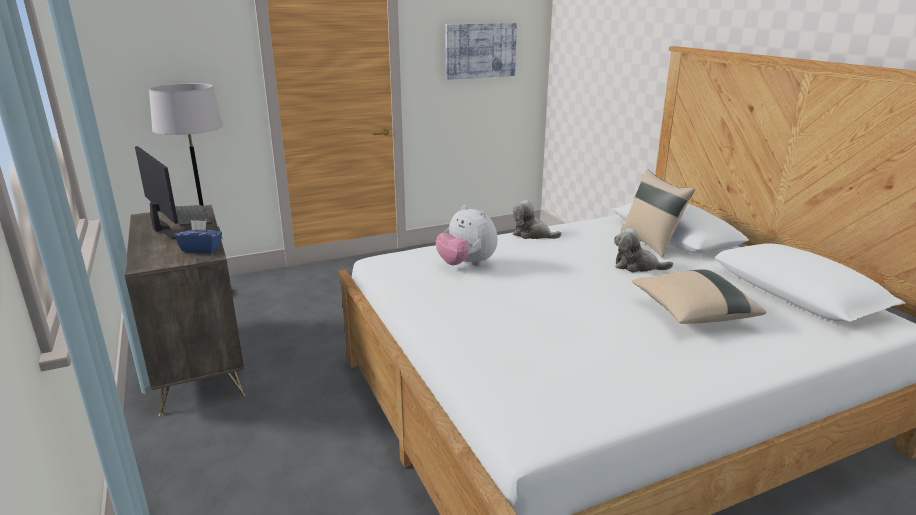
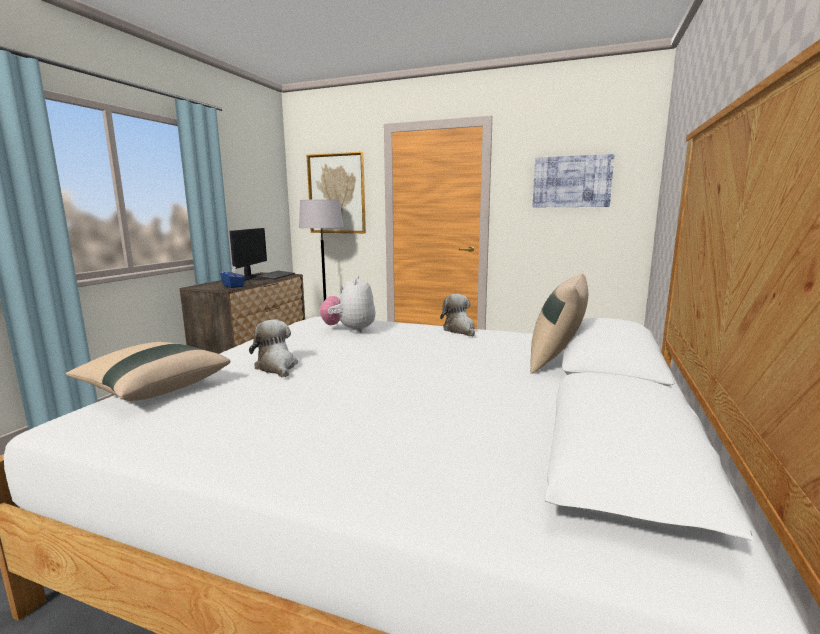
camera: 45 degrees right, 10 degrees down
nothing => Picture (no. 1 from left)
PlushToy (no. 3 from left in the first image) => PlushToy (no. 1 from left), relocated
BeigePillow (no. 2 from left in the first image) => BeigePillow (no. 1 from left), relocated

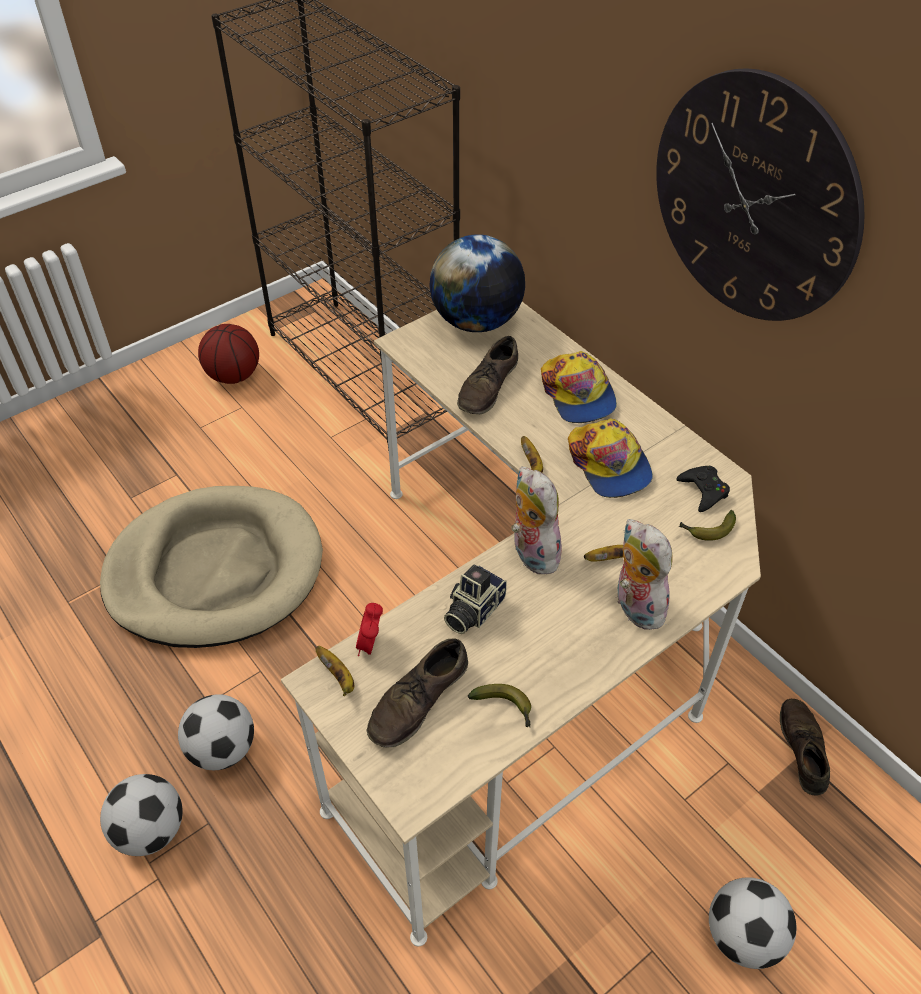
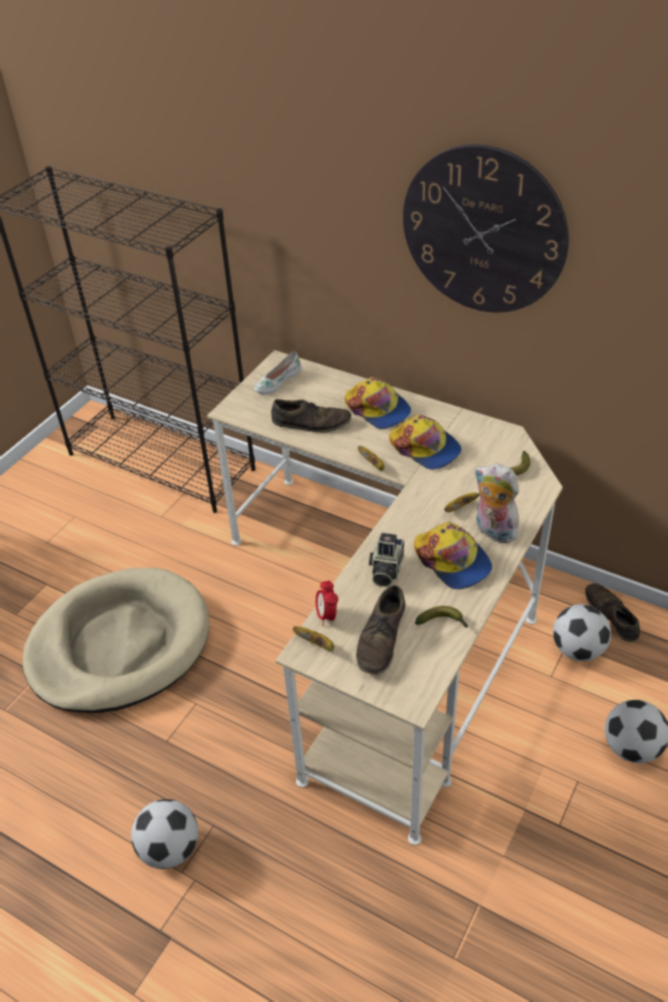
camera: 20 degrees left, 5 degrees down
Basketball => nothing
PlushToy (no. 1 from left) => nothing
BlackGameController => nothing
nothing => Cap (no. 3 from left)
Football (no. 2 from left), relocated
Globe => WhiteShoe
BrownShoe (no. 2 from left in the first image) => BrownShoe (no. 1 from left), 90 degrees counterclockwise

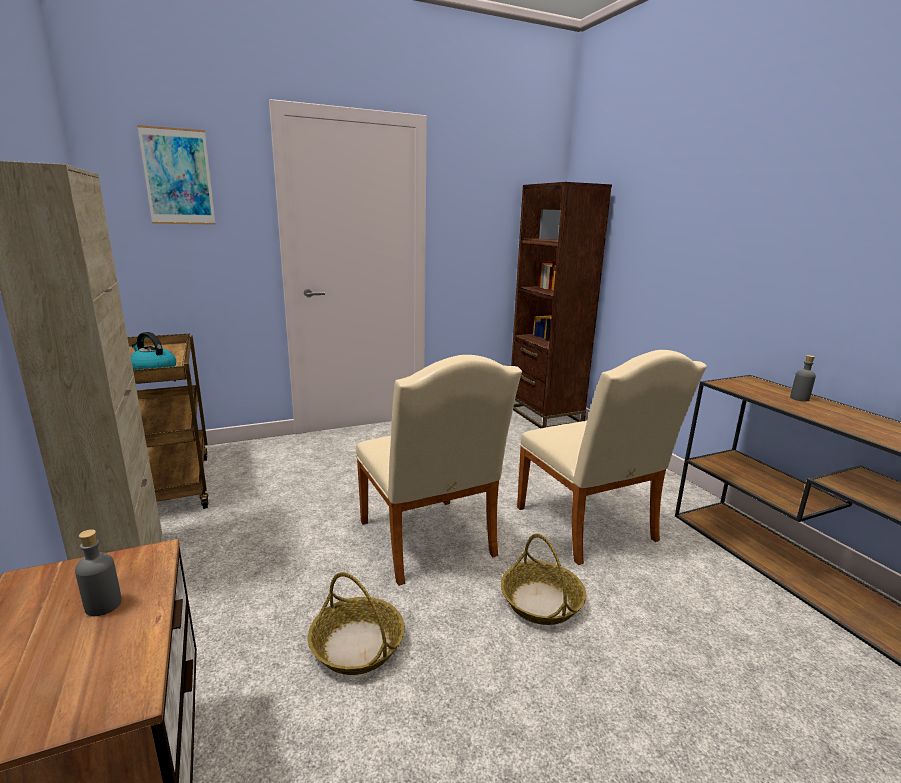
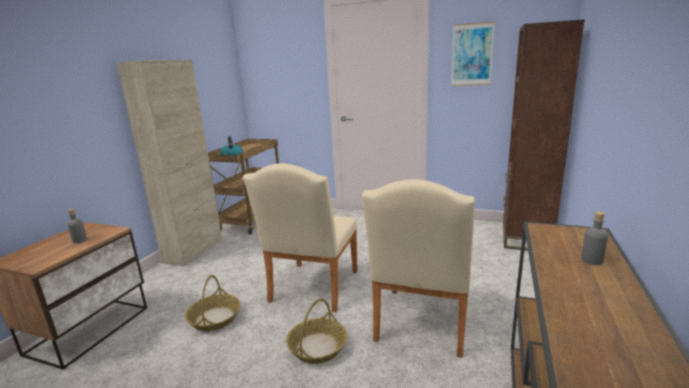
camera: 45 degrees right, 0 degrees up
Picture, relocated

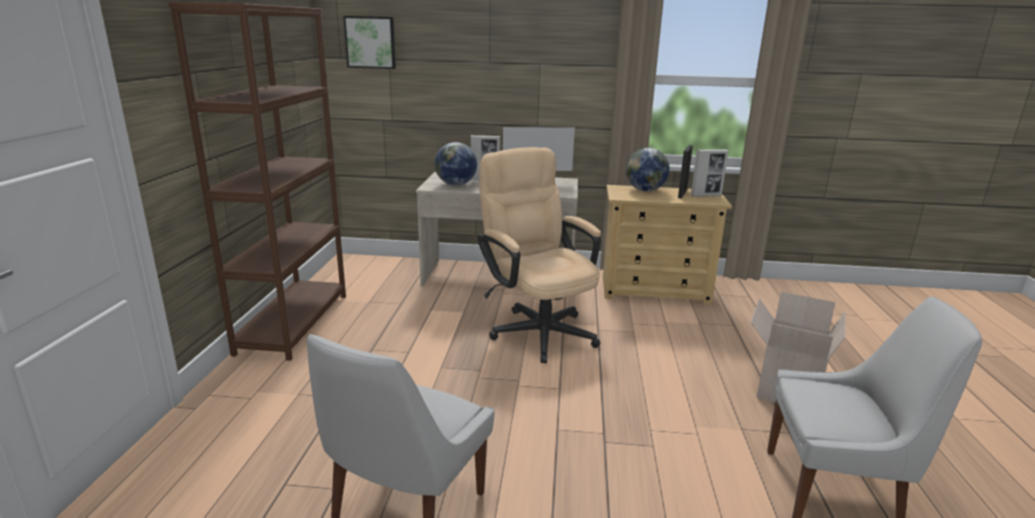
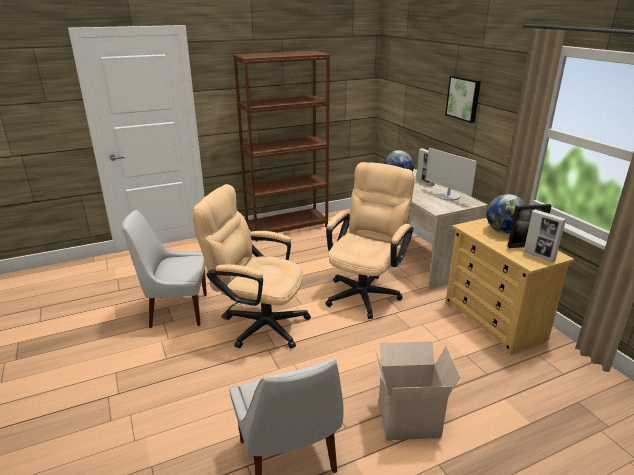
camera: 60 degrees right, 5 degrees up
nothing => BeigeOfficeChair (no. 1 from left)
Picture, relocated

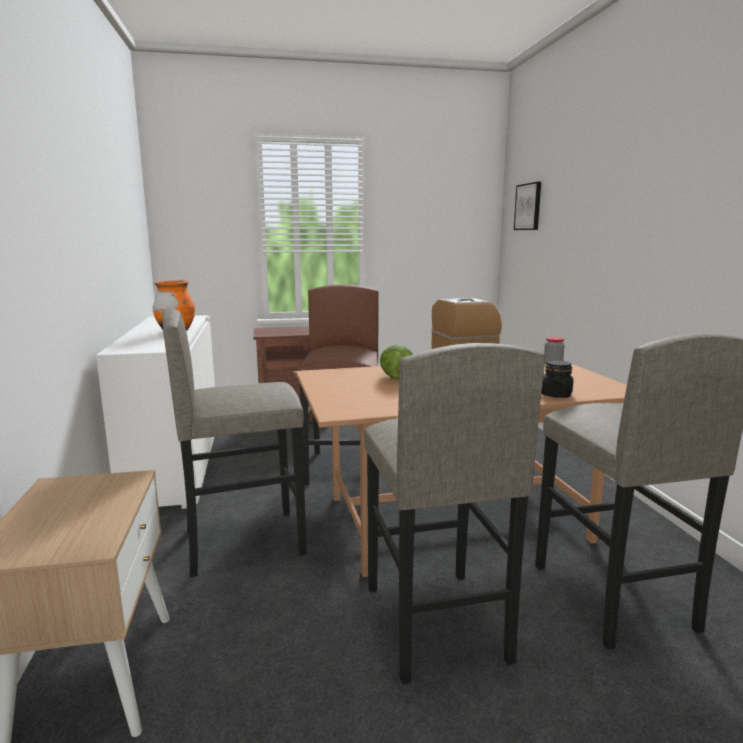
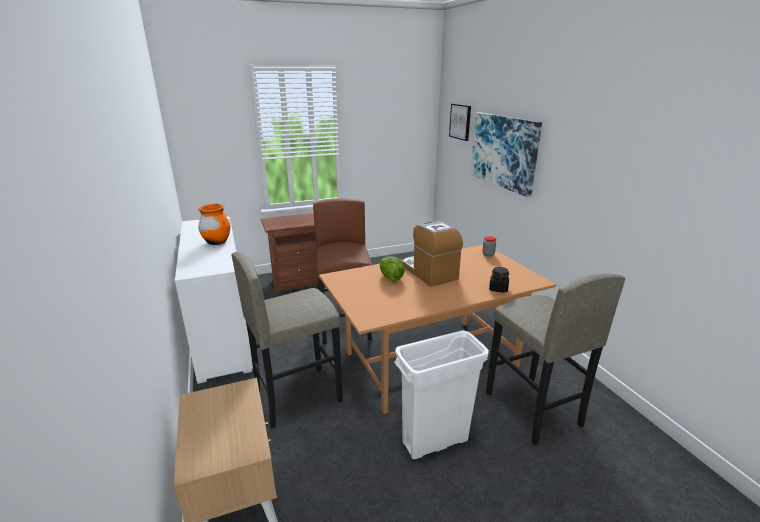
camera: 10 degrees left, 10 degrees up
nothing => Picture (no. 2 from left)
GreyStool (no. 2 from left) => WhiteTrashCan

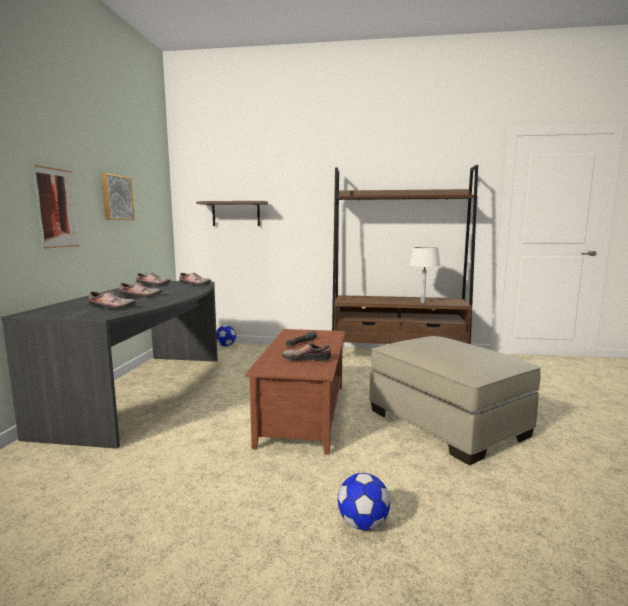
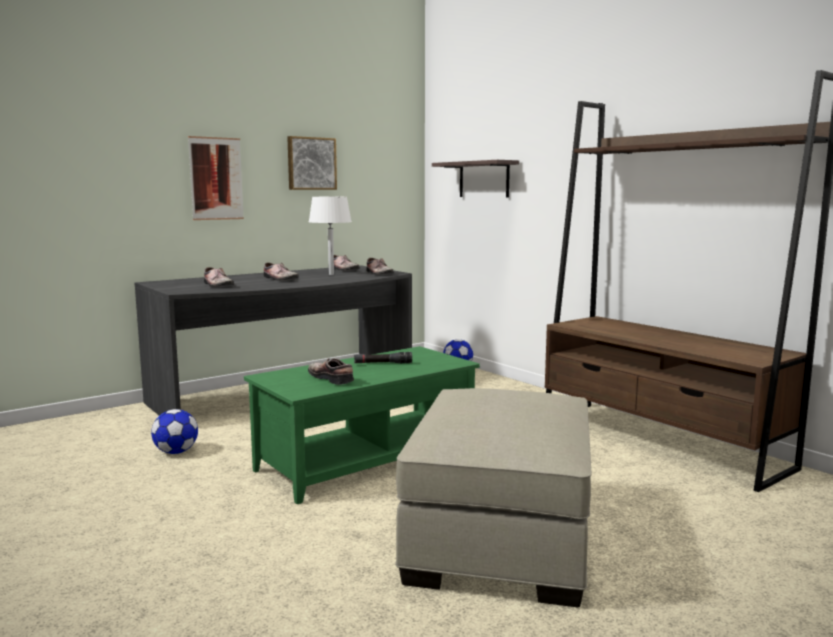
camera: 45 degrees right, 0 degrees up
Football (no. 2 from left in the first image) => Football (no. 1 from left), relocated
WhiteTableLamp, relocated
BrownCoffeeTable => GreenCoffeeTable

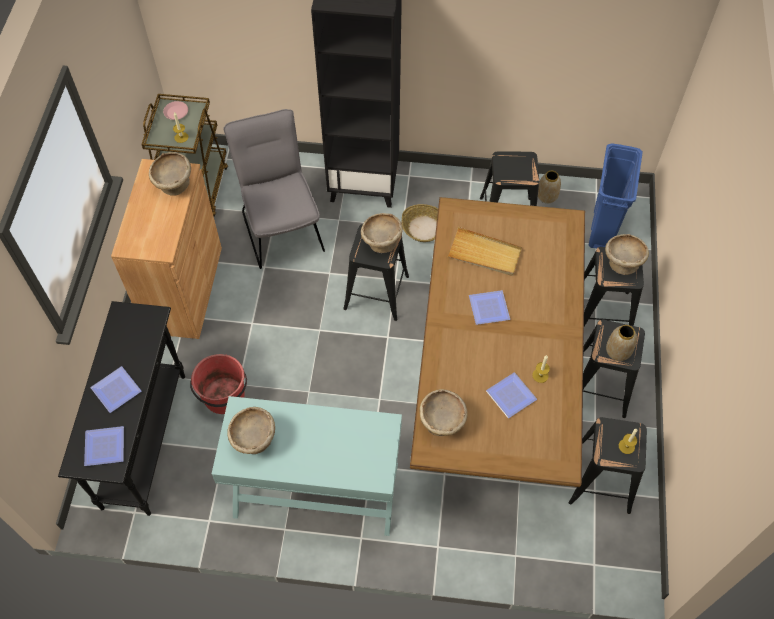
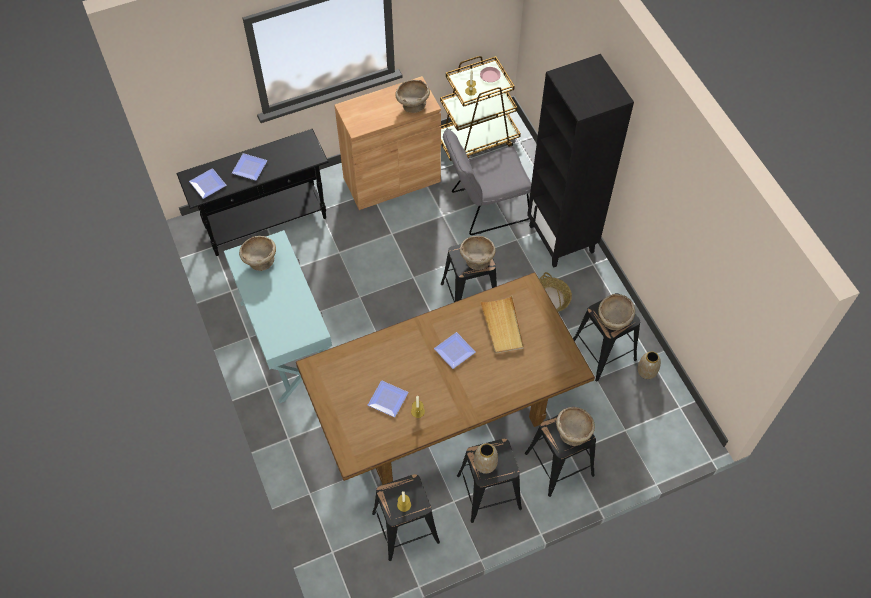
camera: 60 degrees right, 0 degrees up
RedBucket => nothing
BlueTrashCan => nothing
BeigeBowl (no. 4 from left in the first image) => BeigeBowl (no. 5 from left), relocated
GreyChair, 150 degrees counterclockwise

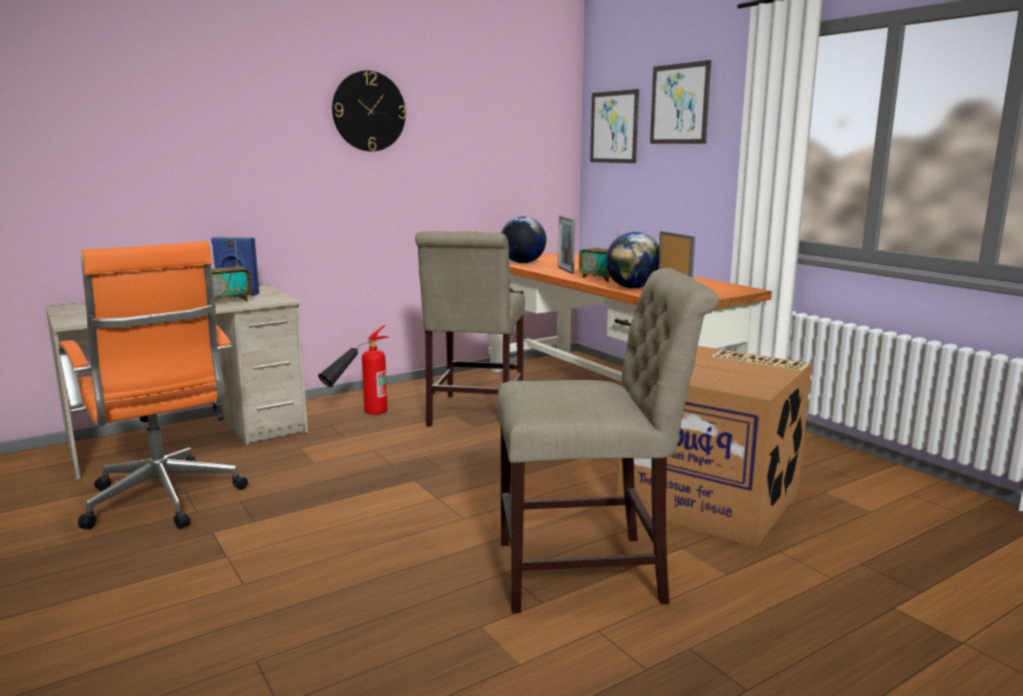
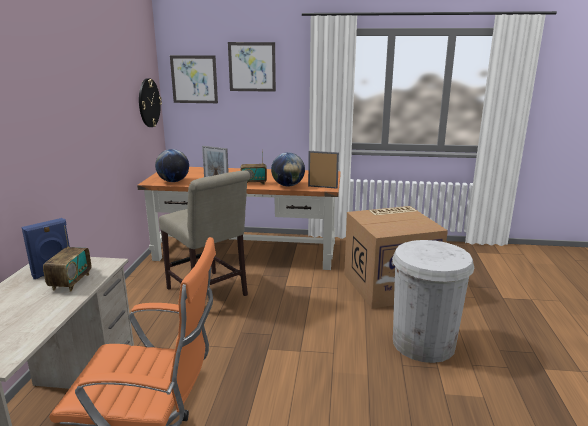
camera: 50 degrees left, 5 degrees up
FireExtinguisher => nothing
WallClock, relocated
BeigeChair (no. 2 from left) => WhiteTrashCan

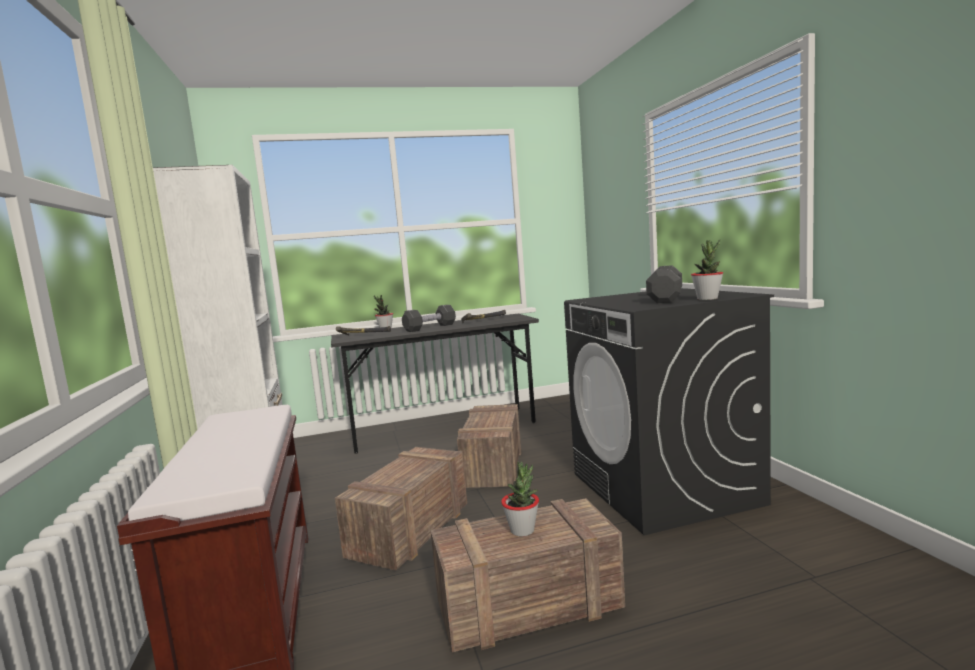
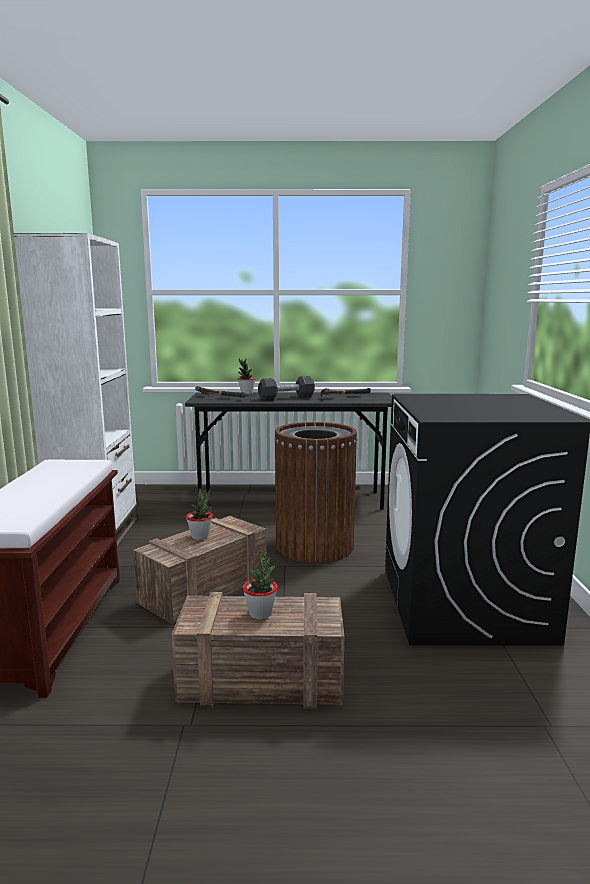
camera: 15 degrees right, 5 degrees up
BlackDumbbell (no. 2 from left) => nothing
PottedPlant (no. 3 from left in the first image) => PottedPlant (no. 1 from left), relocated
Crate (no. 2 from left) => BrownTrashCan

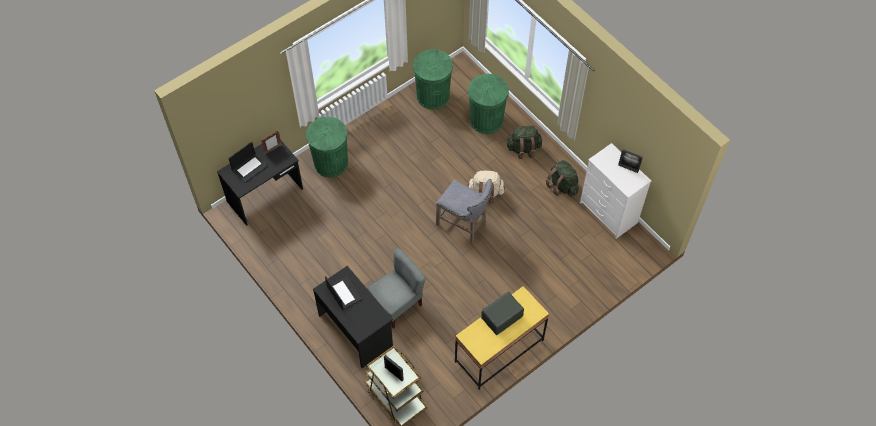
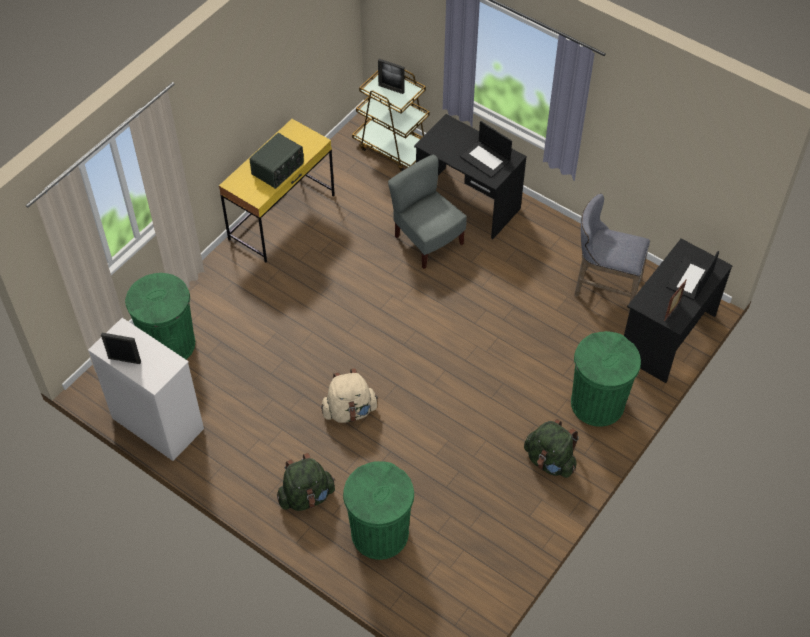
camera: 165 degrees right, 5 degrees down
GreenTrashCan (no. 2 from left in the first image) => GreenTrashCan (no. 1 from left), relocated
GreyStool, relocated
GreenBackpack (no. 2 from left), relocated
GreyChair, 105 degrees clockwise

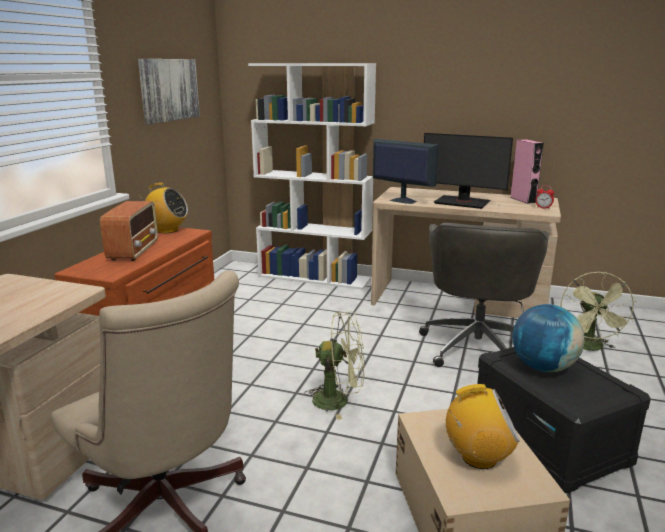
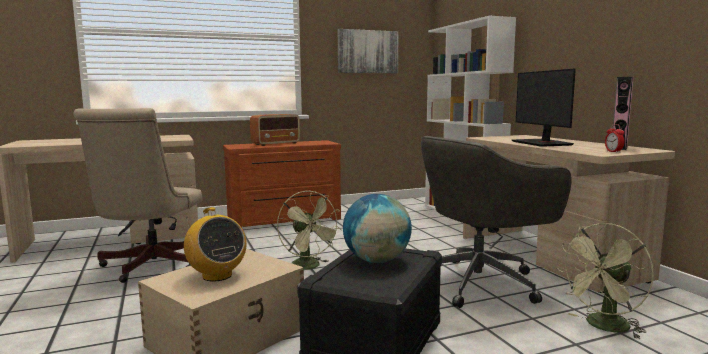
camera: 50 degrees right, 10 degrees down
Radio (no. 2 from left) => nothing
Monitor (no. 1 from left) => nothing

